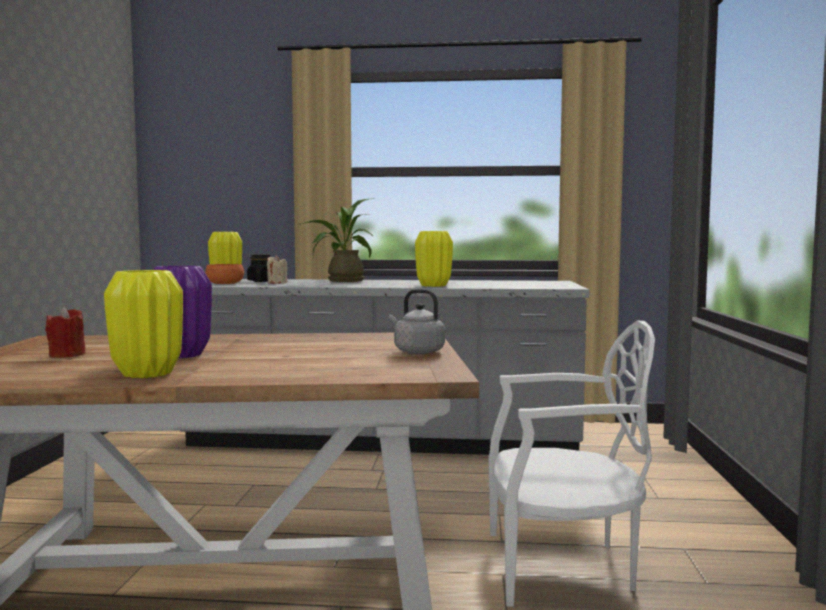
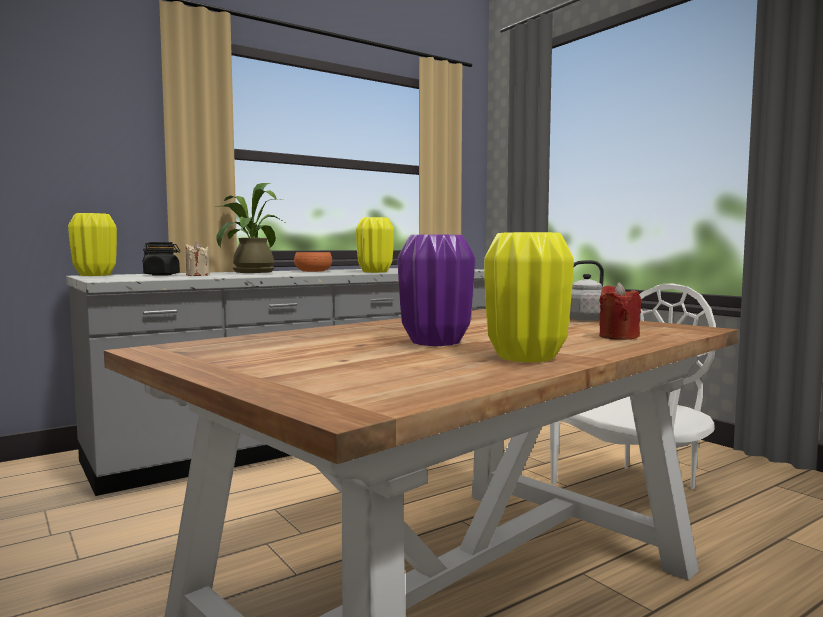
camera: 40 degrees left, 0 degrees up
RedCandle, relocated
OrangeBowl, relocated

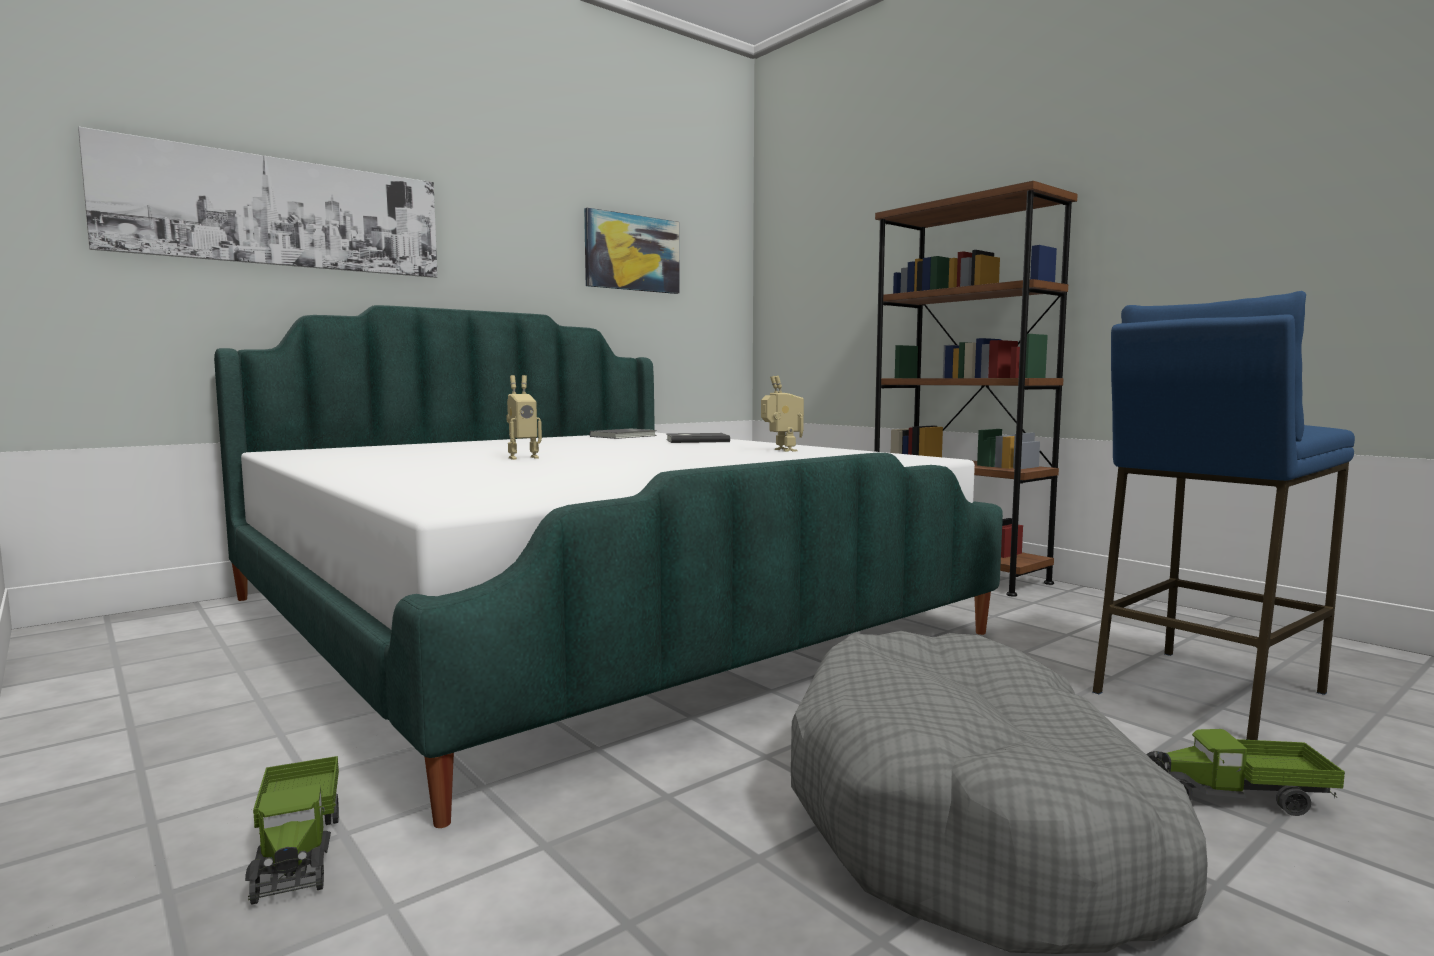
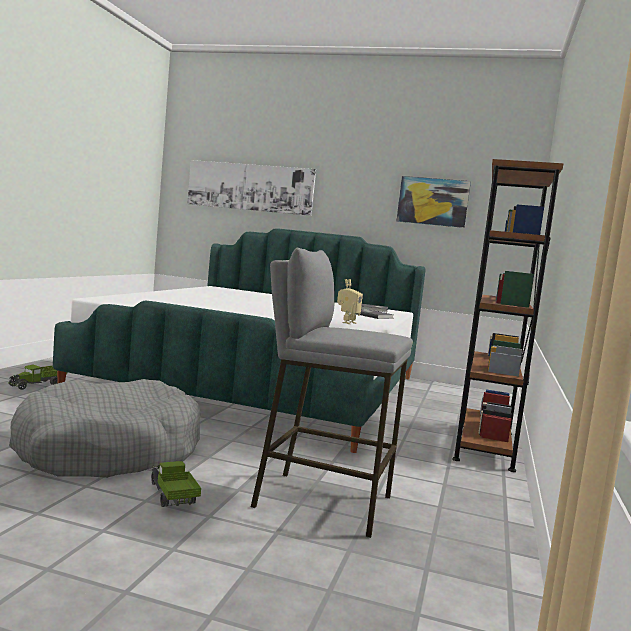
camera: 55 degrees right, 0 degrees up
ToyRobot (no. 1 from left) => nothing
BlueStool => GreyStool

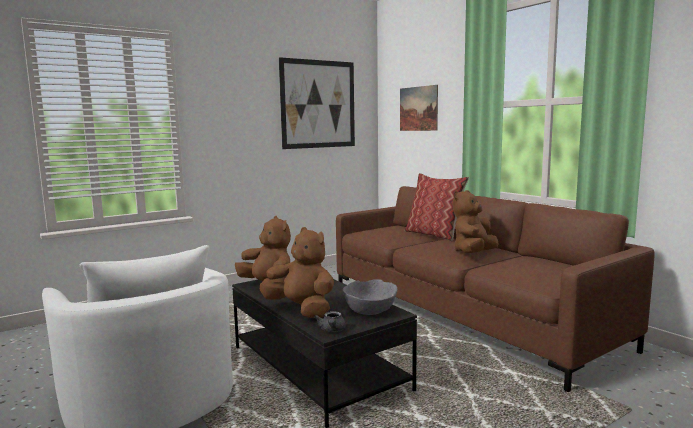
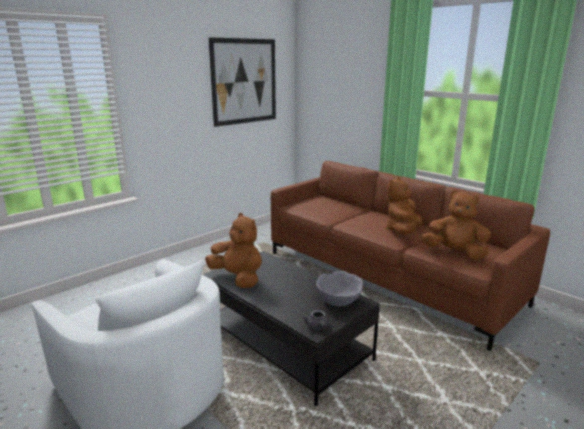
camera: 10 degrees left, 10 degrees up
Picture (no. 2 from left) => nothing
Pillow => nothing
BrownPlushToy (no. 2 from left in the first image) => BrownPlushToy (no. 3 from left), relocated

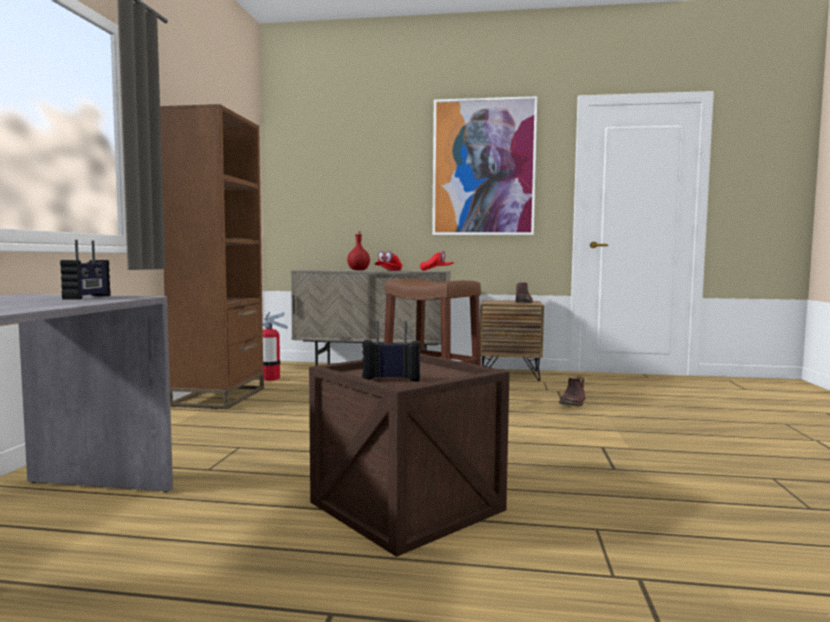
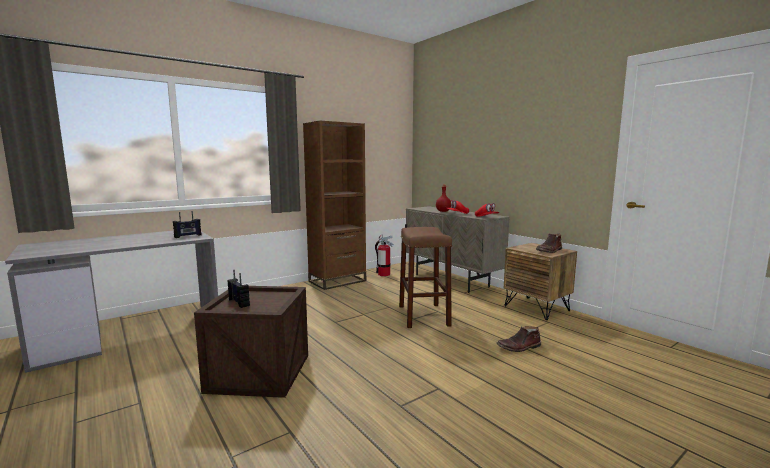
camera: 45 degrees right, 5 degrees up
Picture => nothing

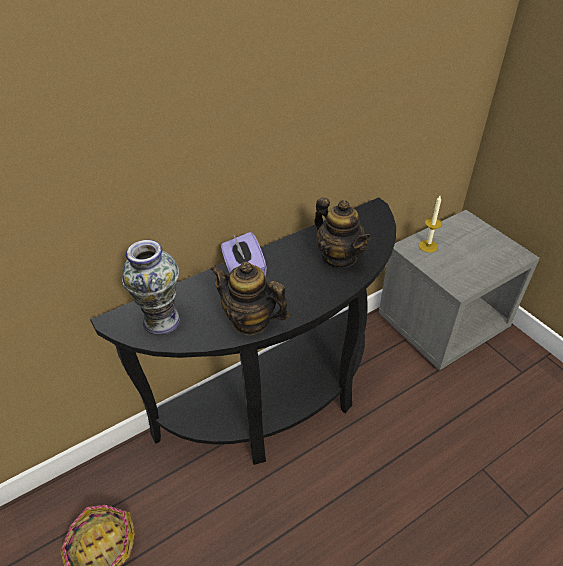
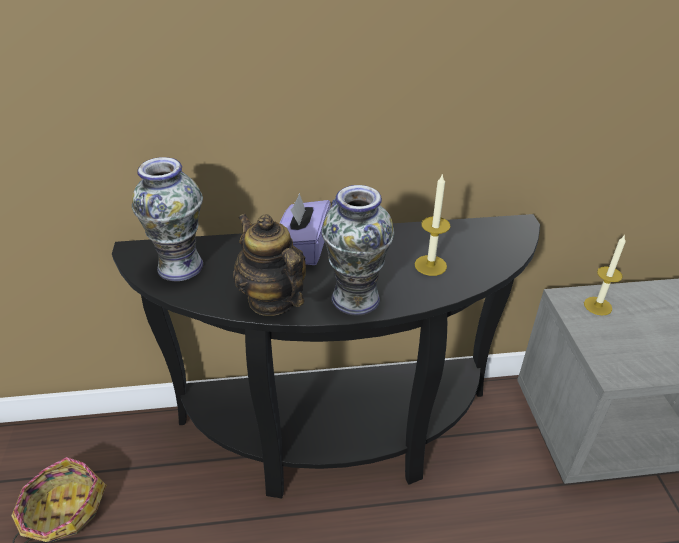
camera: 25 degrees right, 5 degrees down
nothing => Vase (no. 2 from left)
Teapot (no. 2 from left) => Candle (no. 1 from left)

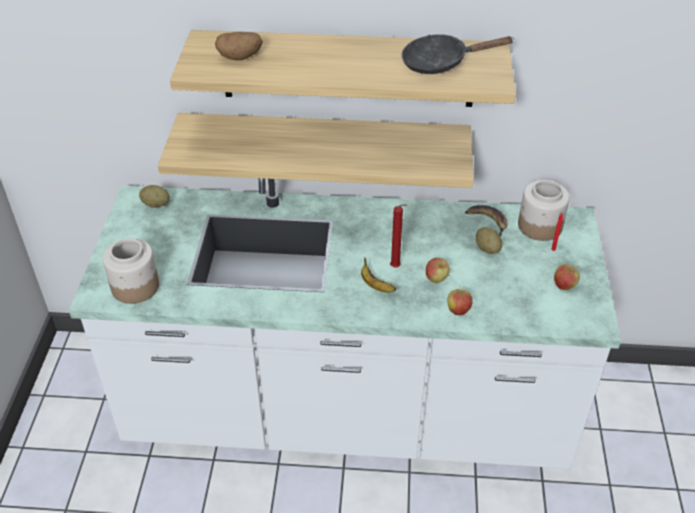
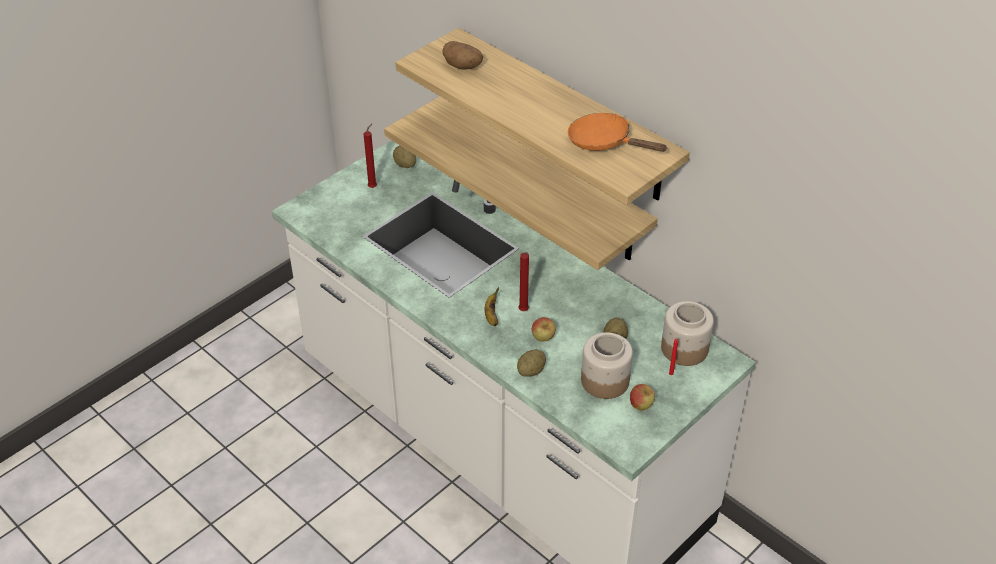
camera: 40 degrees right, 0 degrees up
Banana (no. 2 from left) => nothing
nothing => RedCandle (no. 1 from left)
Jar (no. 1 from left), relocated
Apple (no. 2 from left) => Potato (no. 3 from left)
BlackFryingPan => OrangeFryingPan

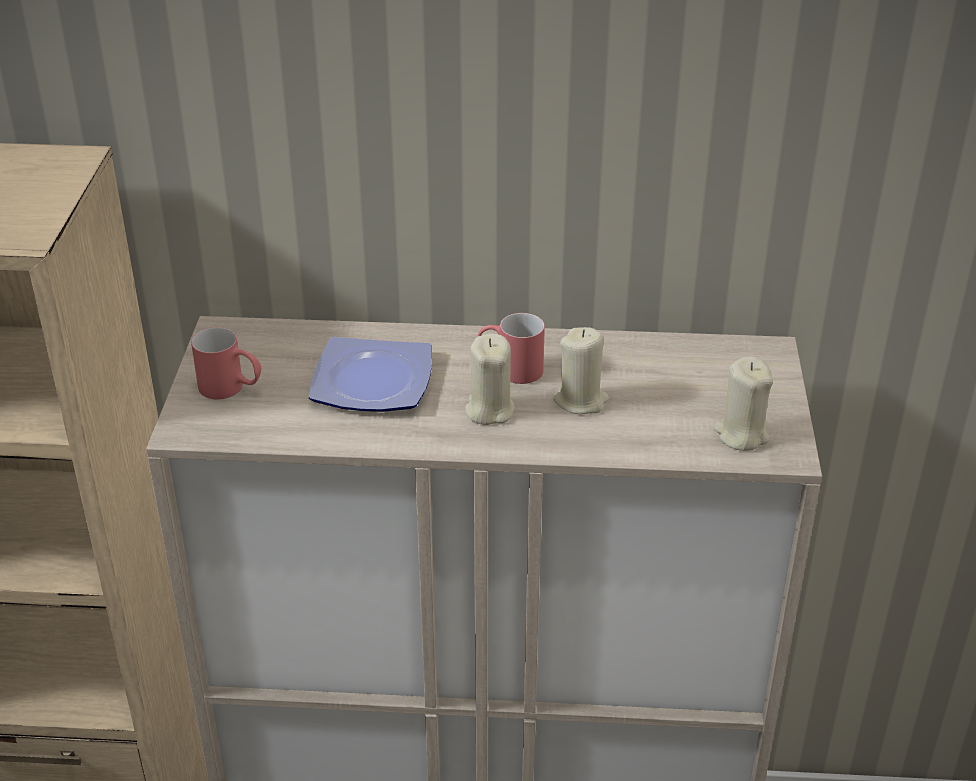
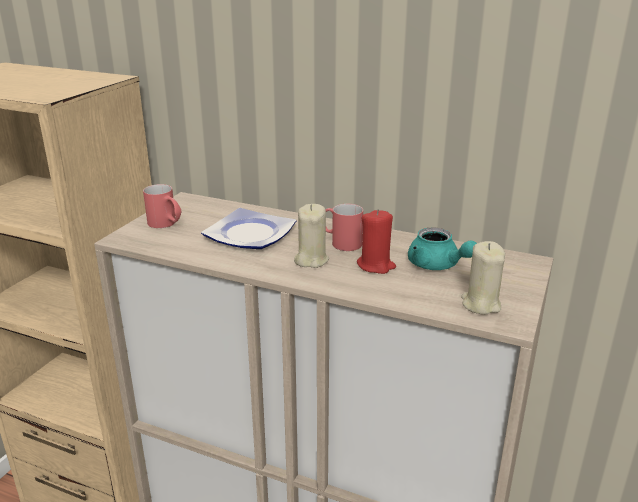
camera: 20 degrees right, 10 degrees down
nothing => TurquoiseTeapot
BeigeCandle (no. 2 from left) => RedCandle

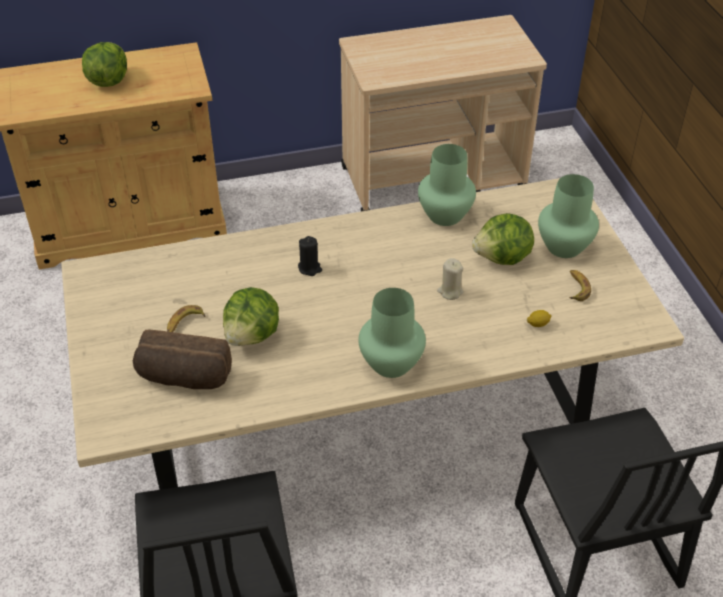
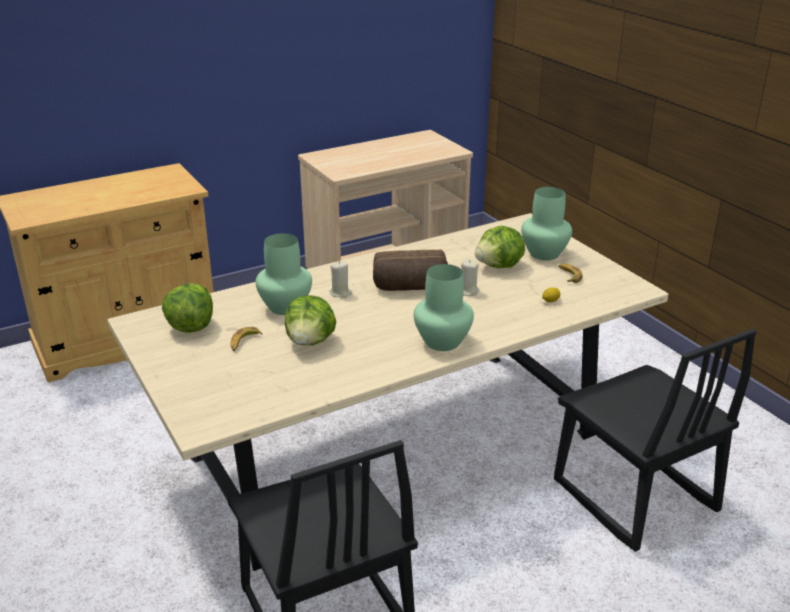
camera: 15 degrees left, 15 degrees down
Lettuce (no. 1 from left), relocated
Bread, relocated
GreenVase (no. 2 from left in the first image) => GreenVase (no. 1 from left), relocated
BlackCandle => BeigeCandle (no. 1 from left)

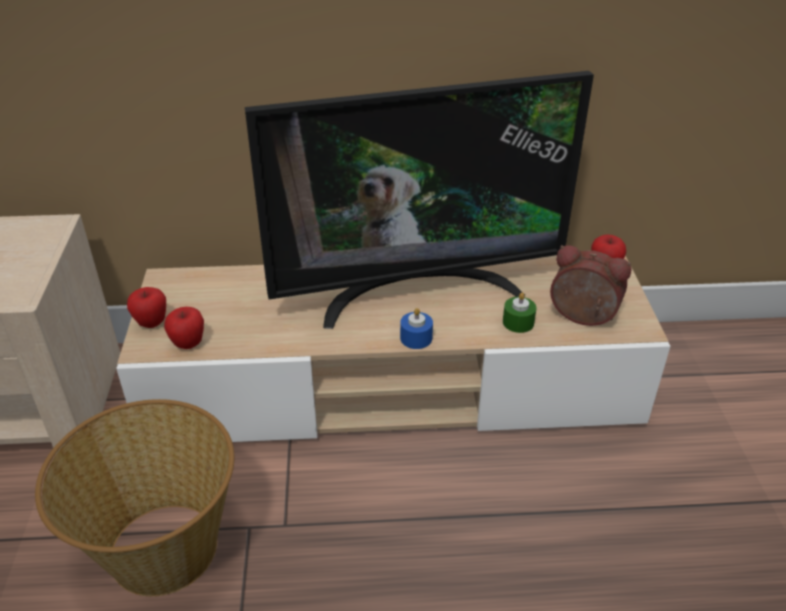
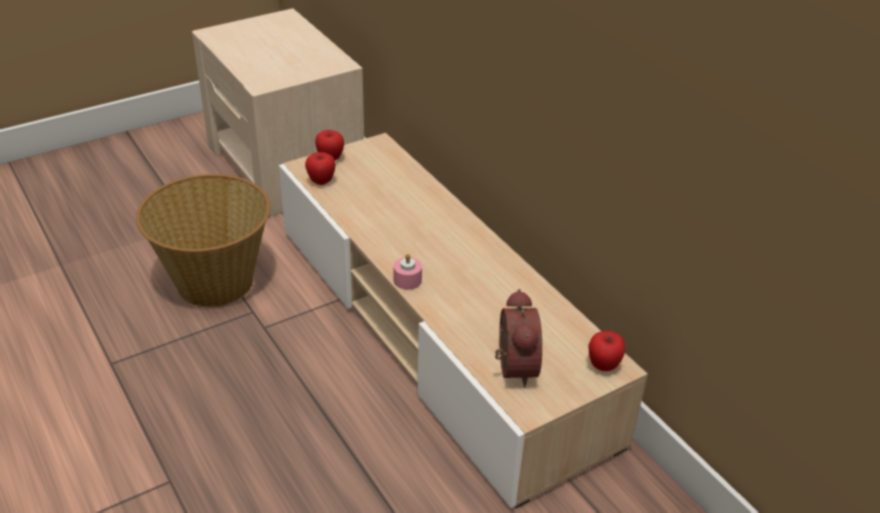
camera: 60 degrees right, 0 degrees up
Television => nothing
GreenCandle => nothing
BlueCandle => PinkCandle

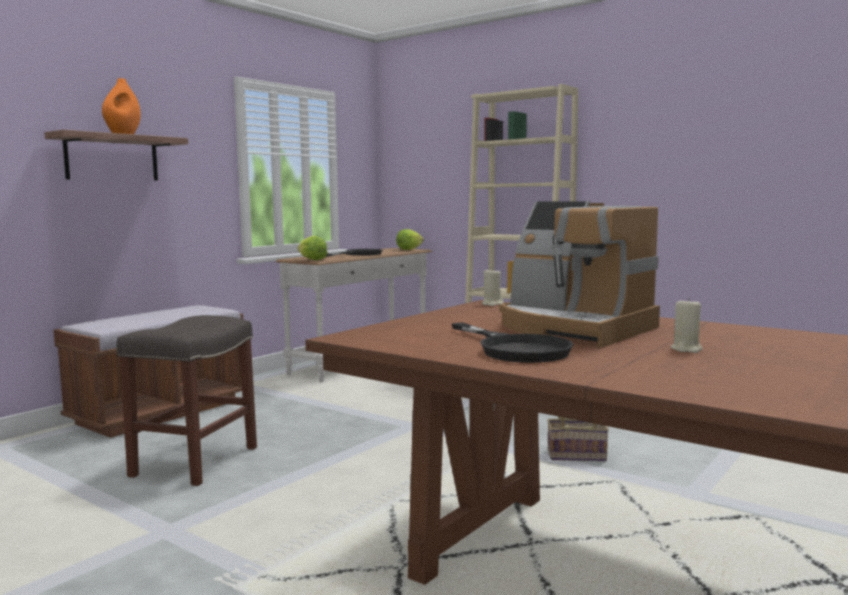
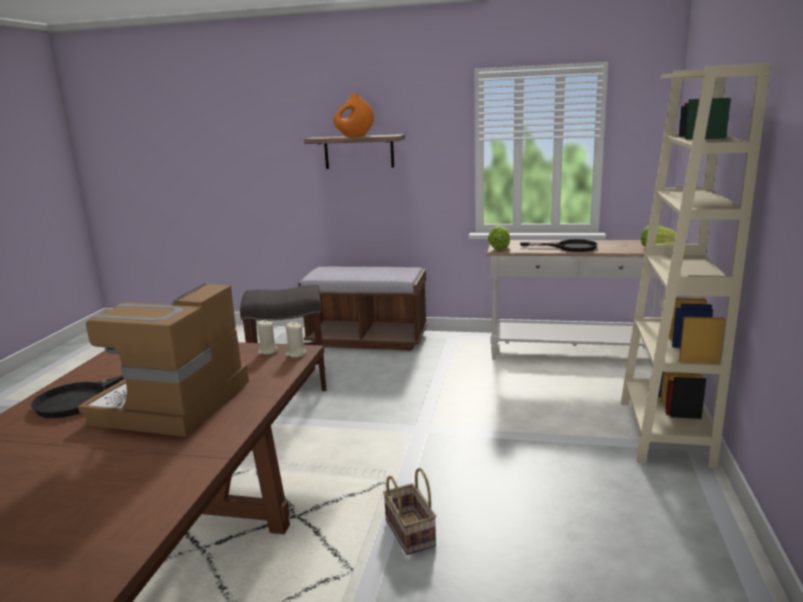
camera: 65 degrees right, 10 degrees up
BeigeCandle (no. 2 from left in the first image) => BeigeCandle (no. 1 from left), relocated

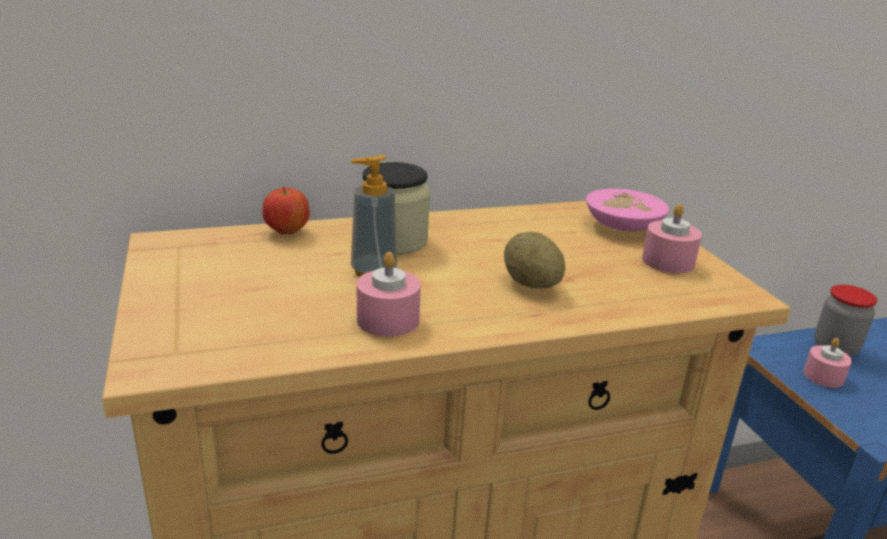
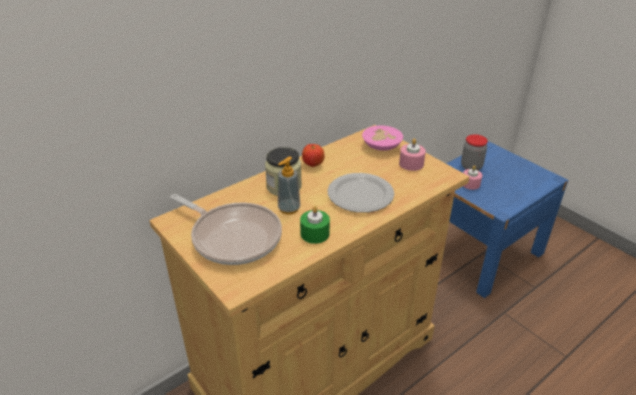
camera: 20 degrees left, 10 degrees up
nothing => FryingPan
Apple, relocated
Potato => Plate
PinkCandle (no. 1 from left) => GreenCandle

